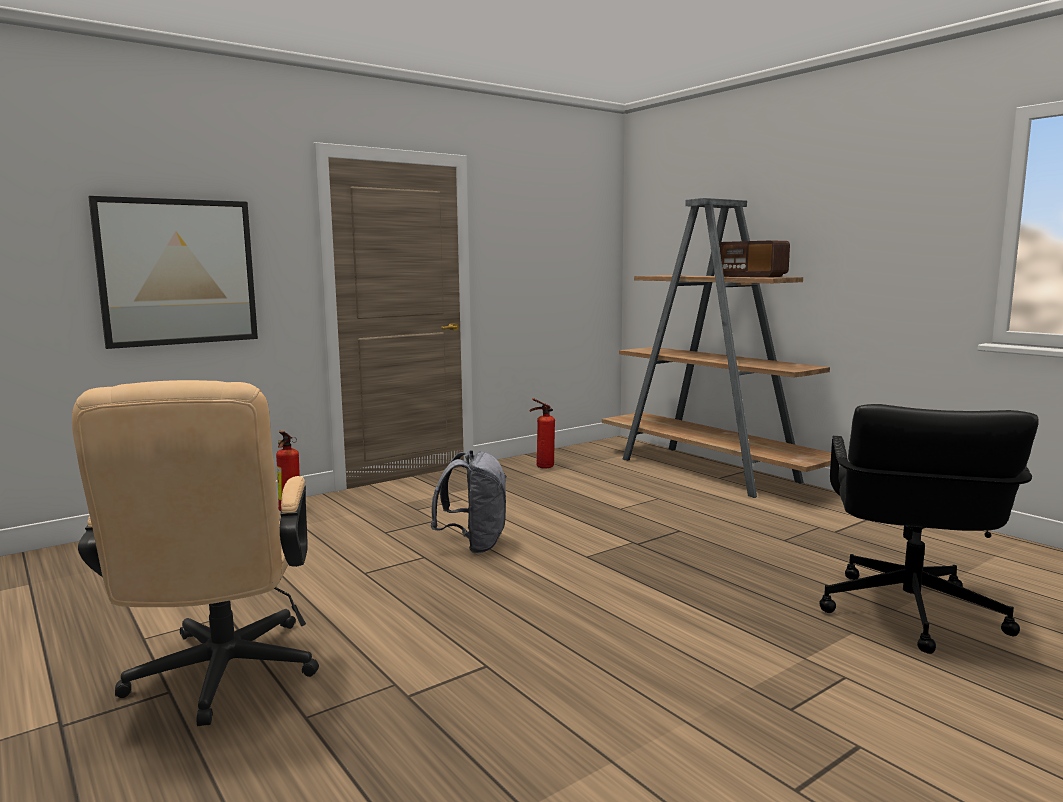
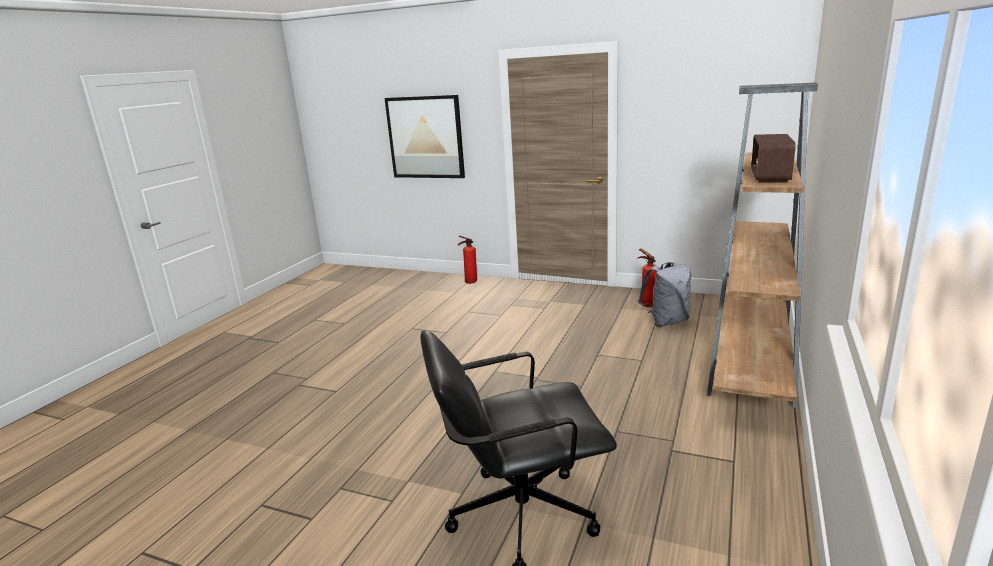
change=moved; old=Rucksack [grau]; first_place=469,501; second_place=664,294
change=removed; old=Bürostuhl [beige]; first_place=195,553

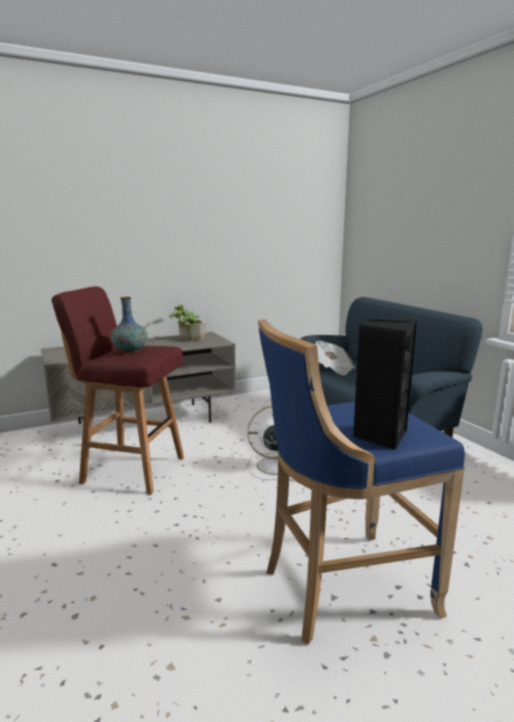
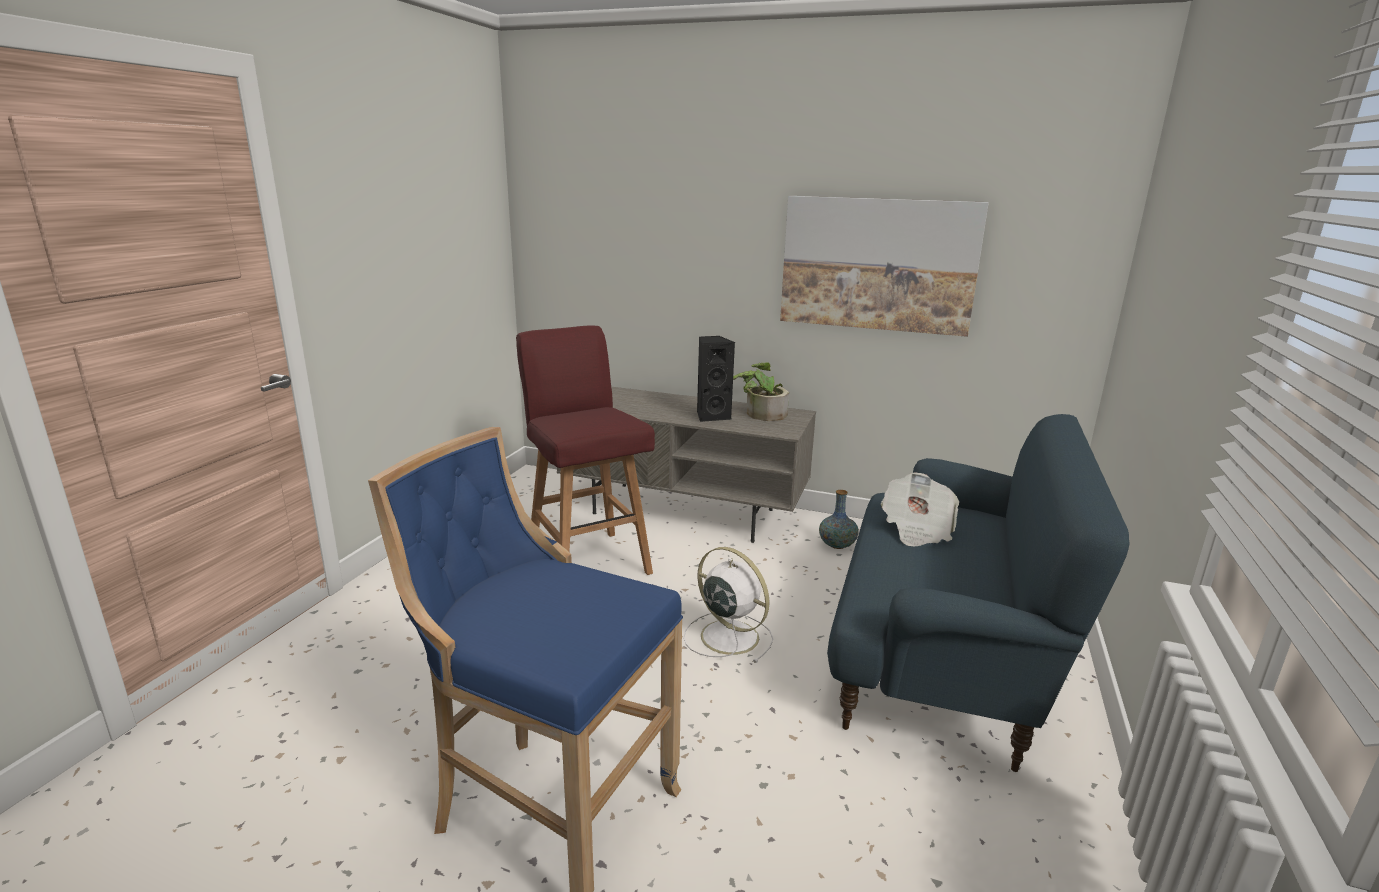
change=moved; old=Lautsprecher [schwarz]; first_place=385,384; second_place=716,379
change=added; new=Bild; second_place=884,266
change=moved; old=Vase; first_place=129,325; second_place=839,519

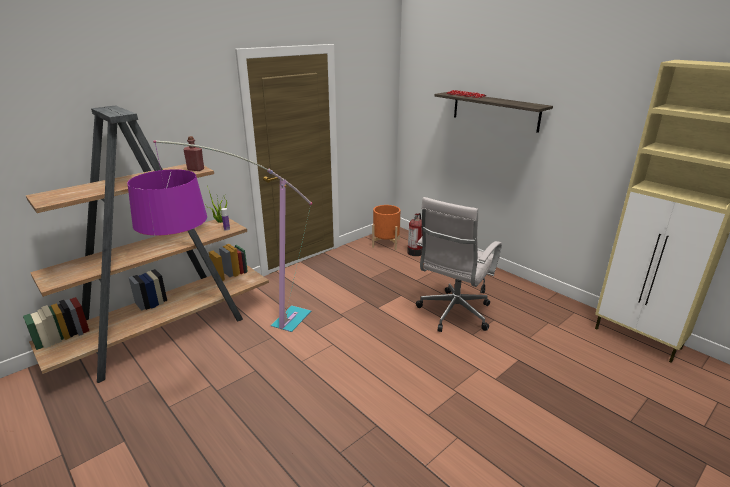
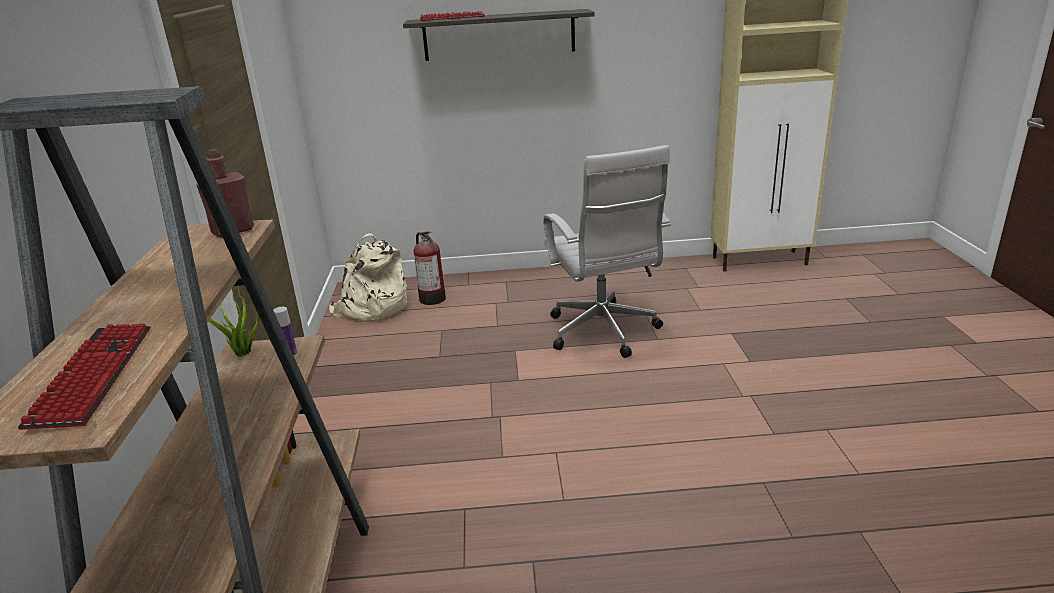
change=added; new=Tastatur; second_place=84,376
change=replaced; old=Pflanzkübel [orange]; new=Rucksack [beige]; first_place=386,227; second_place=368,277
change=removed; old=Stehlampe; first_place=219,236

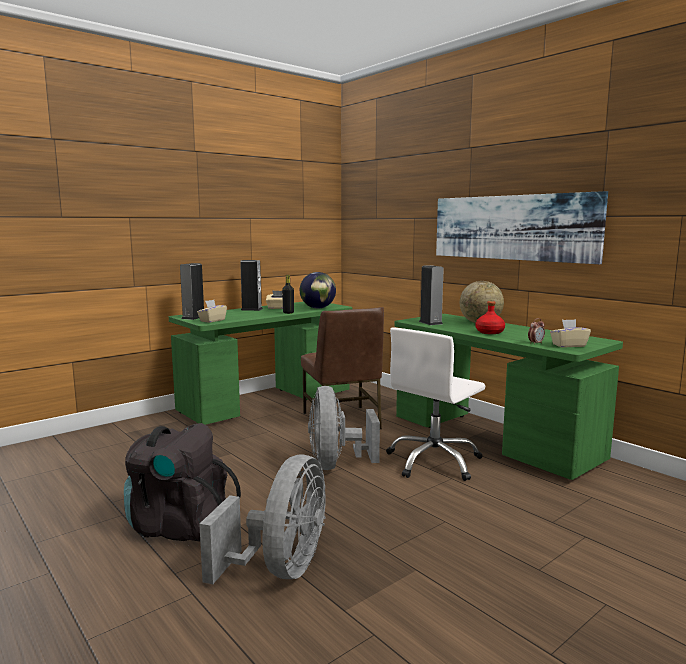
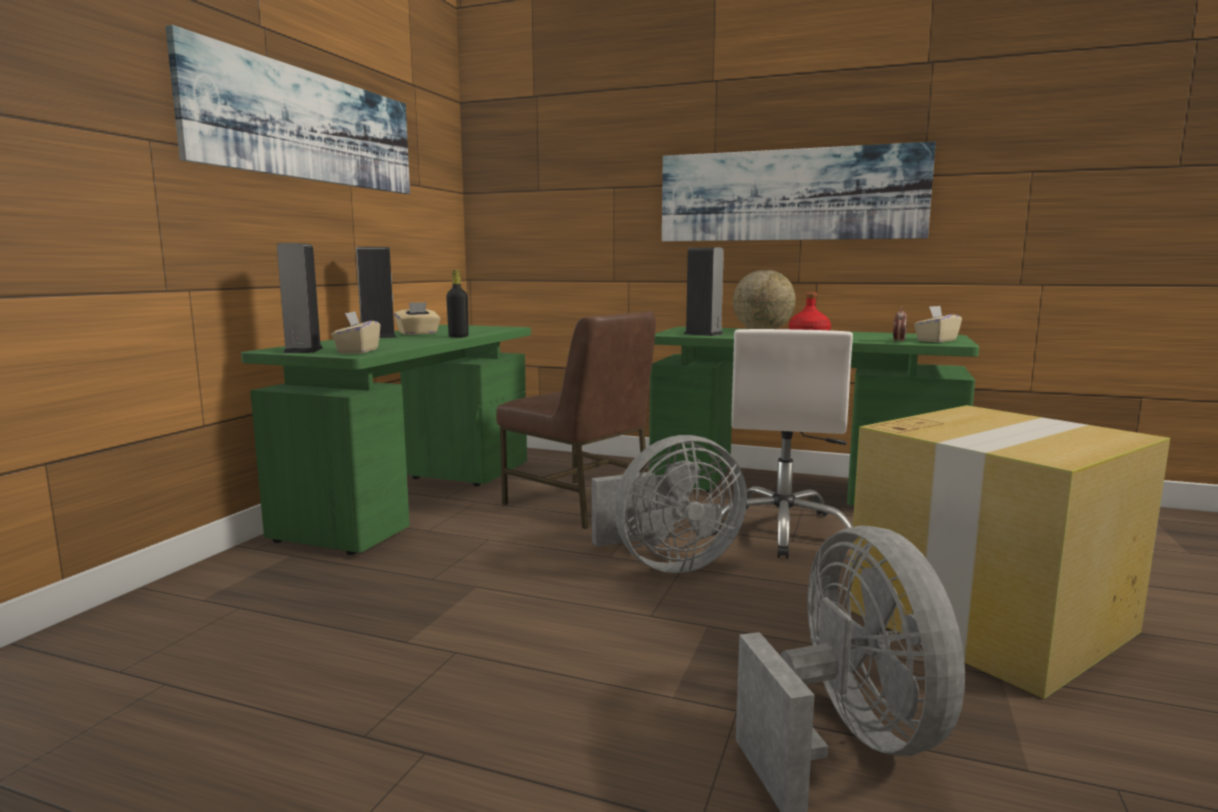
change=added; new=Bild; second_place=288,109
change=turned; old=Ventilator [grau]; first_place=344,428; second_place=669,504; degrees=-75
change=added; new=Karton; second_place=1010,552
change=removed; old=Rucksack [schwarz]; first_place=182,482
change=removed; old=Globus; first_place=318,290

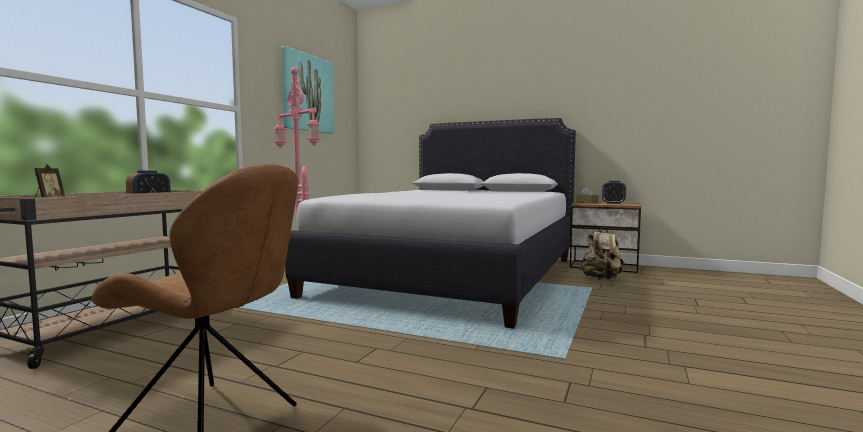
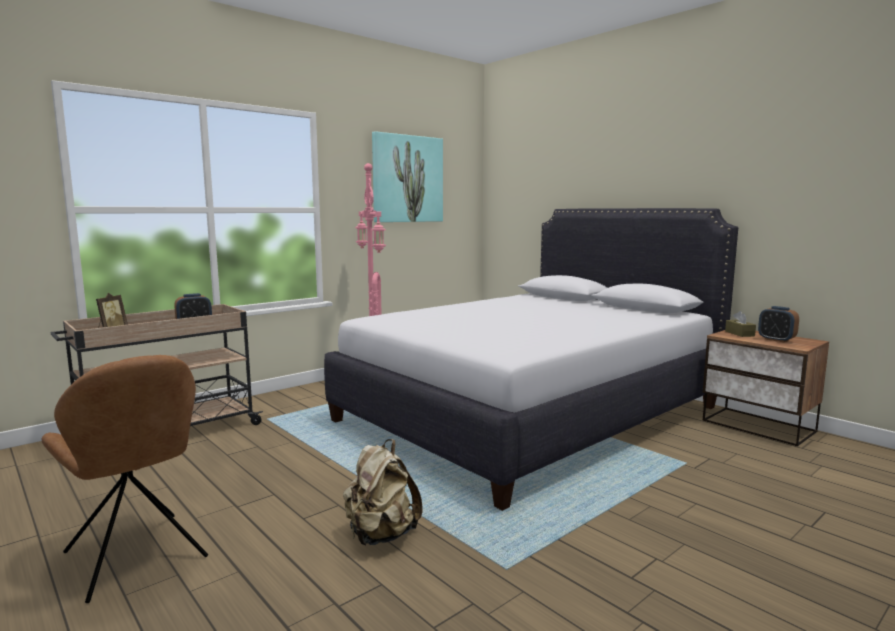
change=moved; old=Rucksack [beige]; first_place=601,252; second_place=382,492

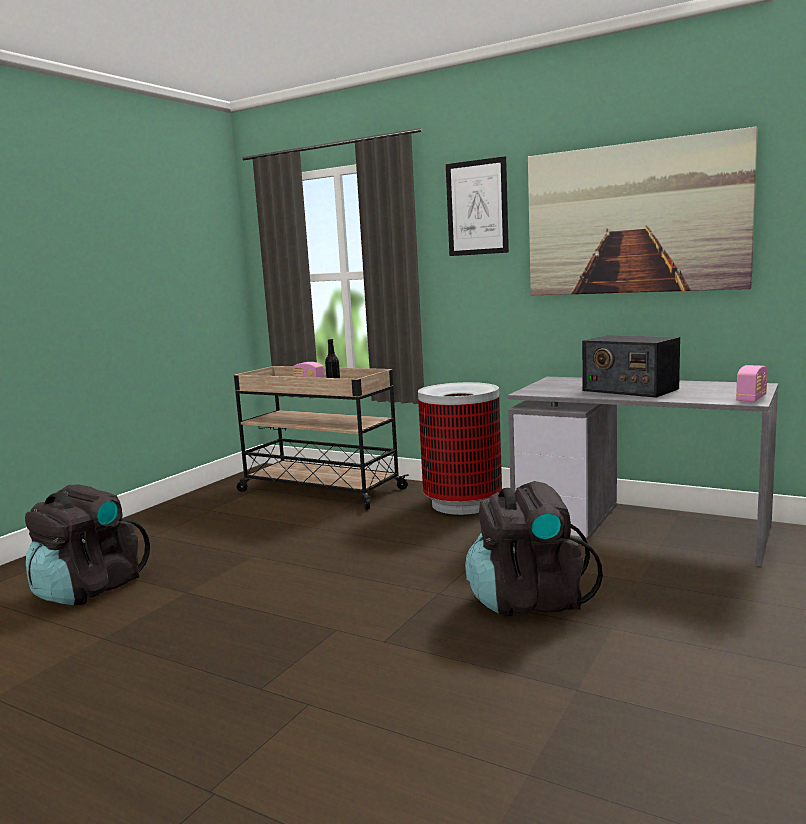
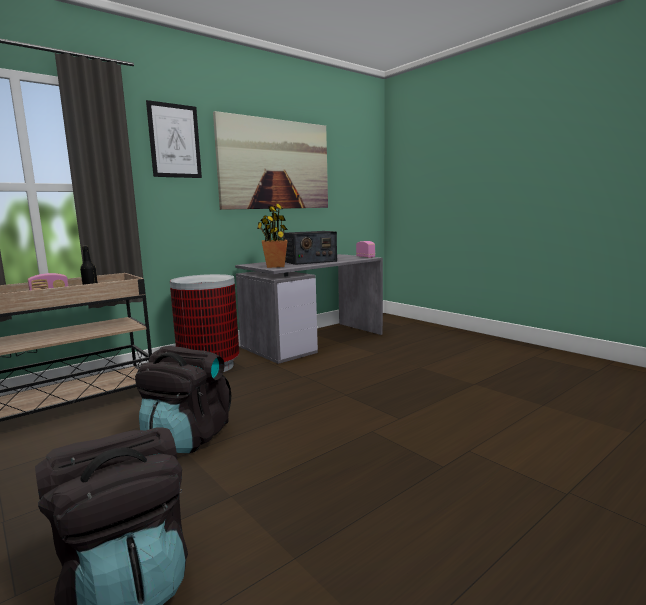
change=moved; old=Rucksack [schwarz]; first_place=534,548; second_place=183,399
change=added; new=Topfpflanze; second_place=272,236

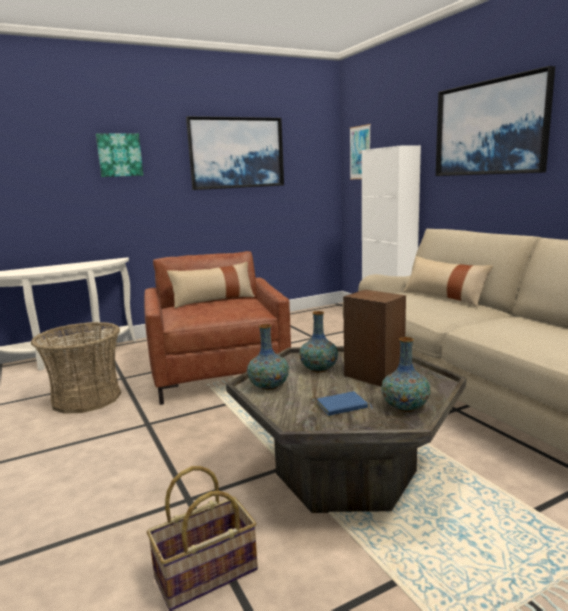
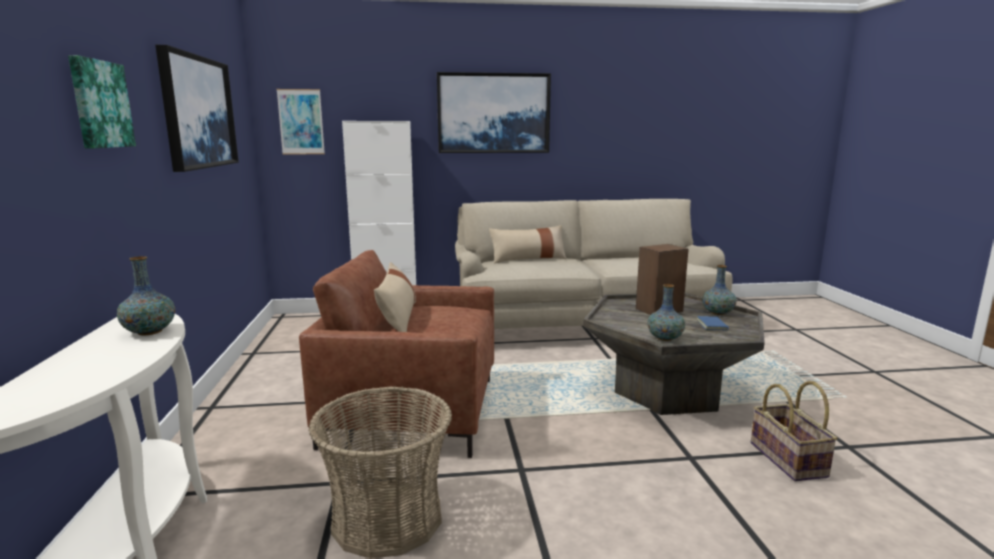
change=moved; old=Vase; first_place=318,341; second_place=146,296

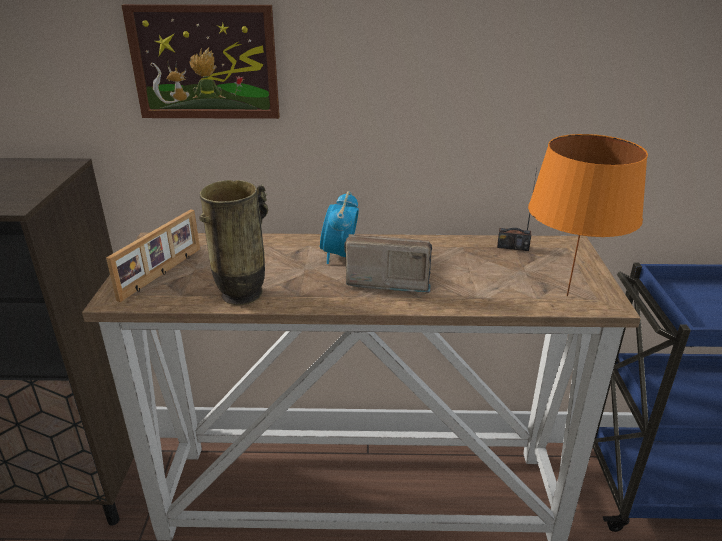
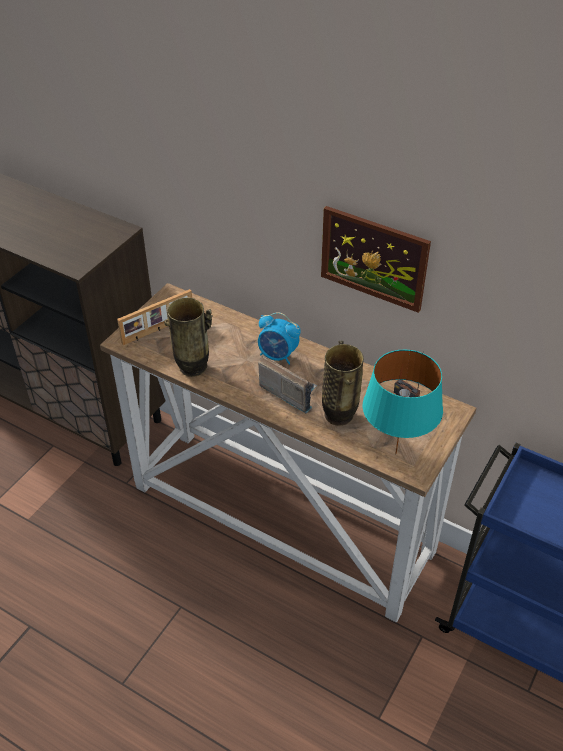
change=turned; old=Wecker; first_place=339,227; second_place=279,338; degrees=-105
change=moved; old=Bild; first_place=201,61; second_place=376,259
change=added; new=Vase; second_place=343,383
change=recoloured; old=Tischlampe [orange]; new=Tischlampe [türkis]; first_place=588,215; second_place=403,402

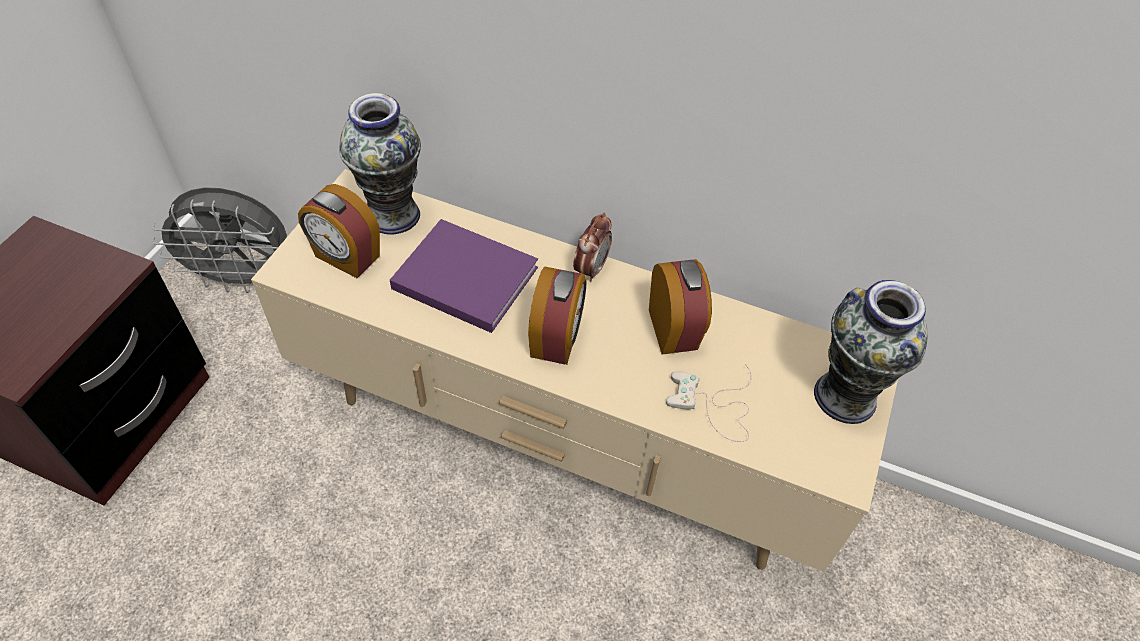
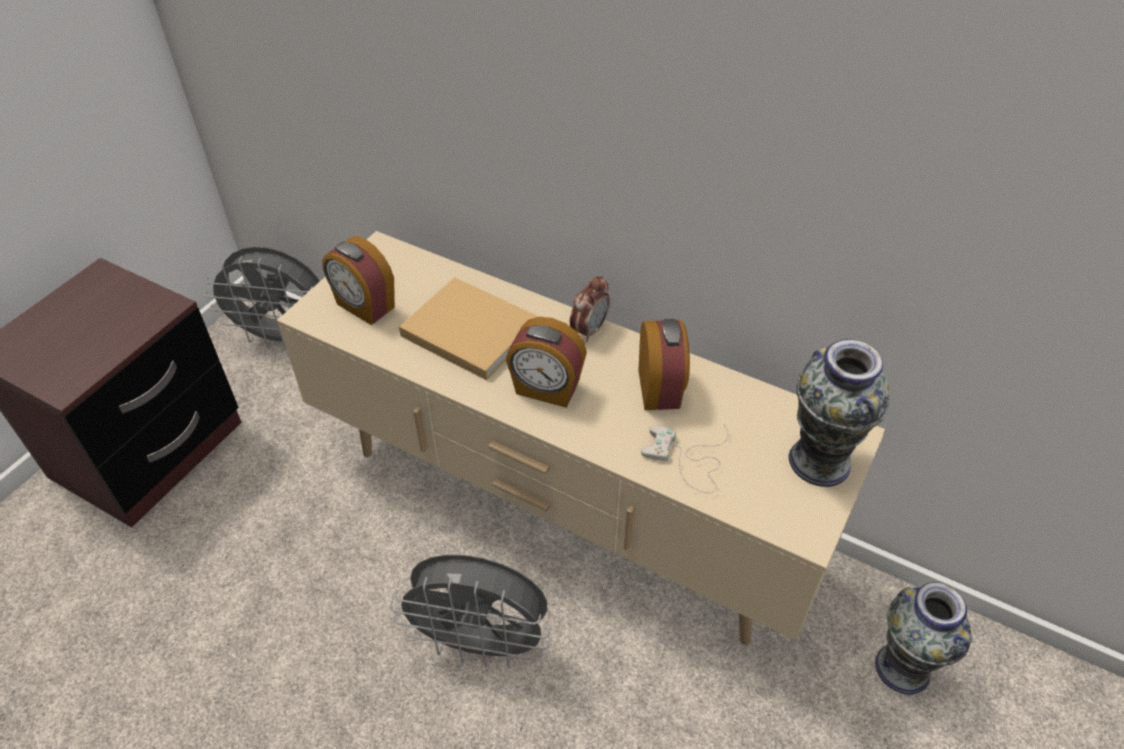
change=added; new=Ventilator [grau]; second_place=470,611
change=recoloured; old=Buch [lila]; new=Buch [beige]; first_place=464,276; second_place=469,328
change=turned; old=Wecker; first_place=557,316; second_place=546,362; degrees=90
change=moved; old=Vase; first_place=380,164; second_place=923,638

